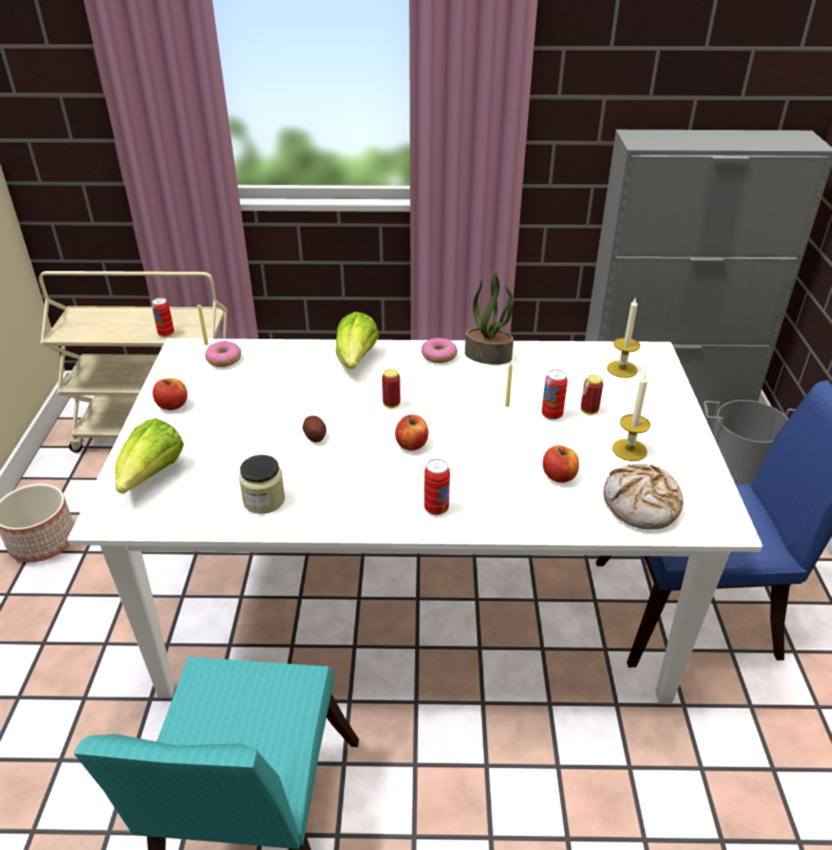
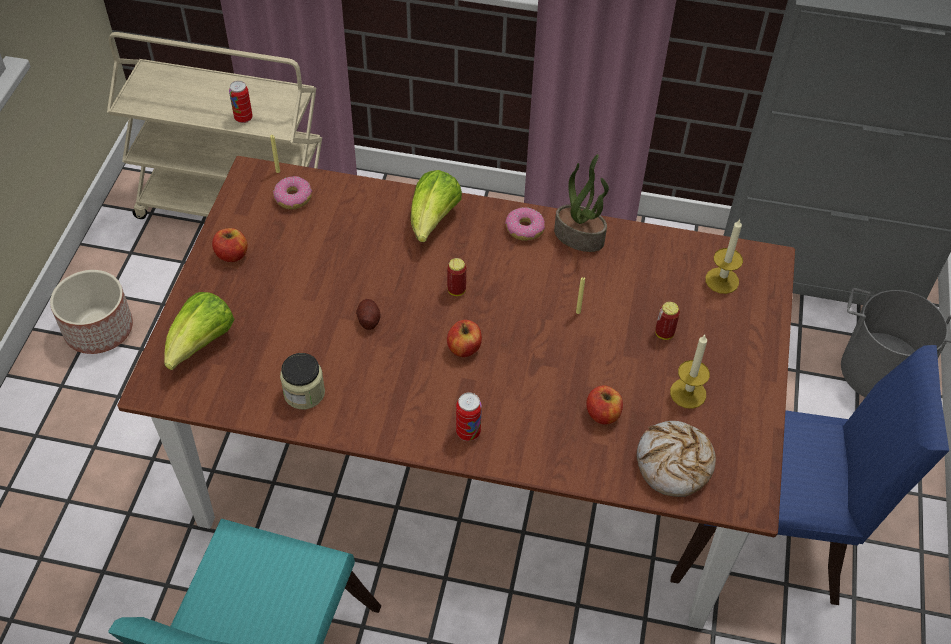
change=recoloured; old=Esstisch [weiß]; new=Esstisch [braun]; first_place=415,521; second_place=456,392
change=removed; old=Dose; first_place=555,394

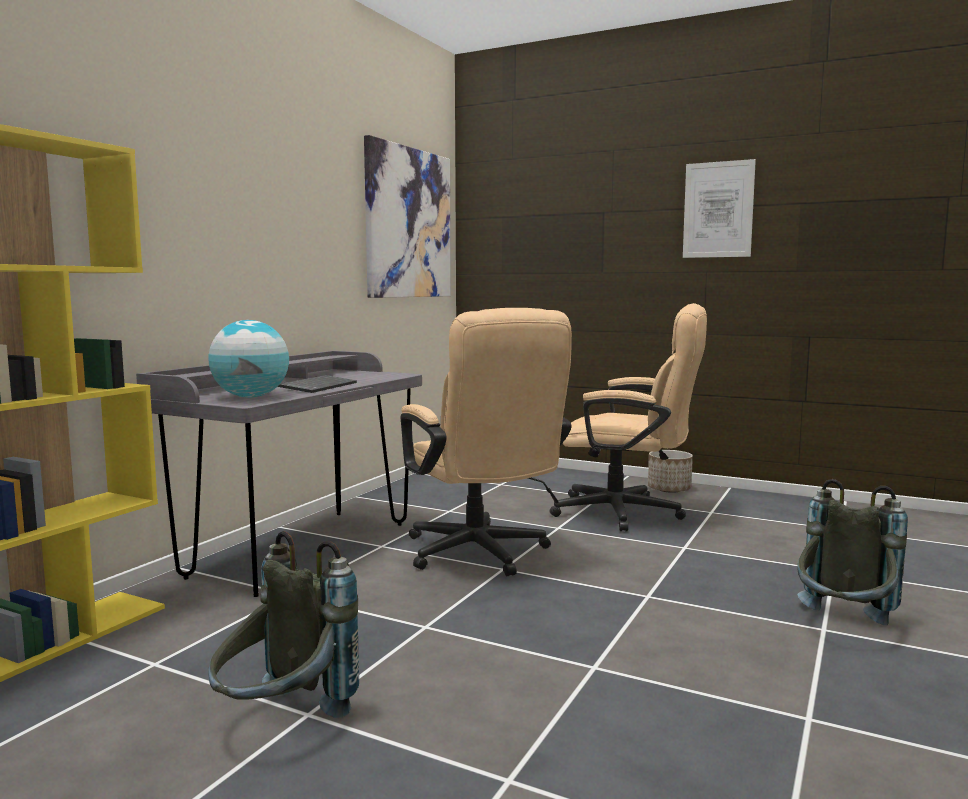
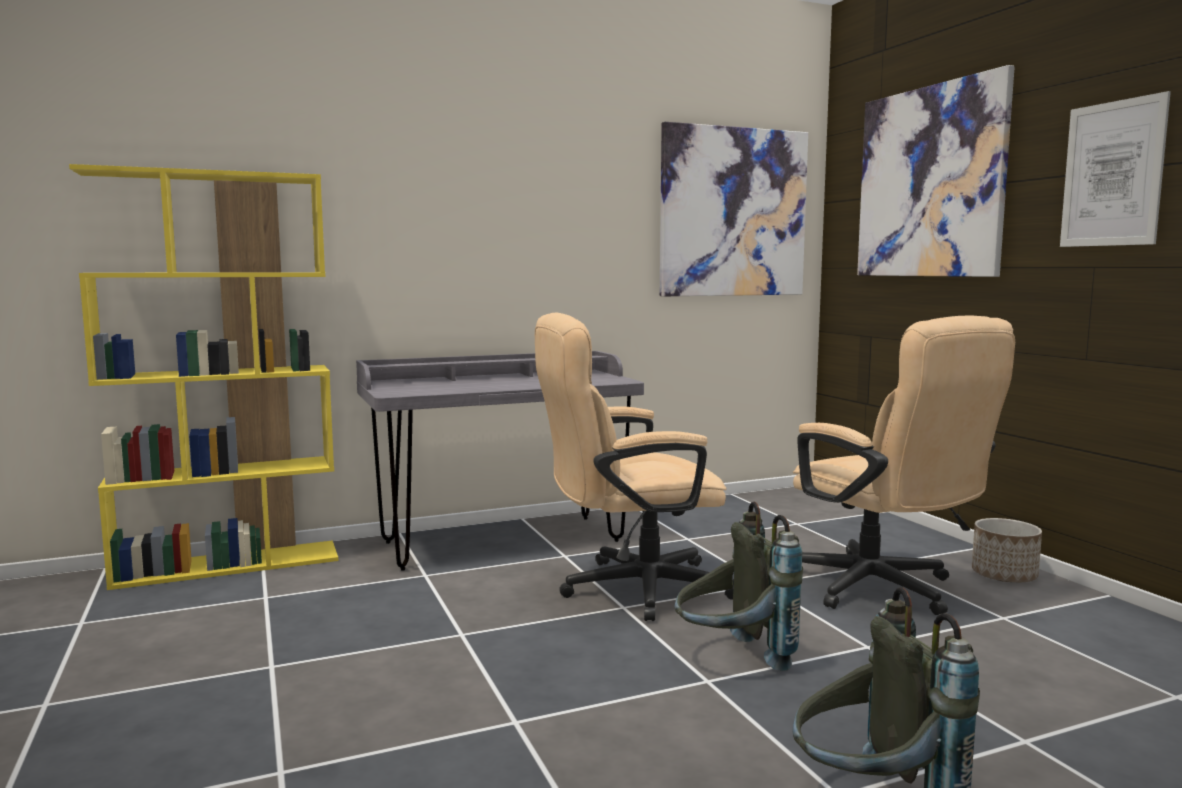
change=turned; old=Bürostuhl [beige]; first_place=486,442; second_place=634,467; degrees=60
change=moved; old=Rucksack [grau]; first_place=283,624; second_place=738,586
change=added; new=Bild; second_place=936,171
change=removed; old=Globus; first_place=248,359
change=removed; old=Tastatur; first_place=317,384

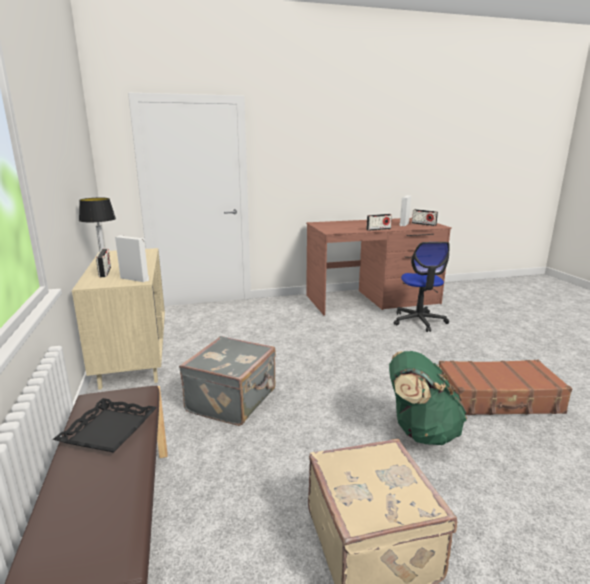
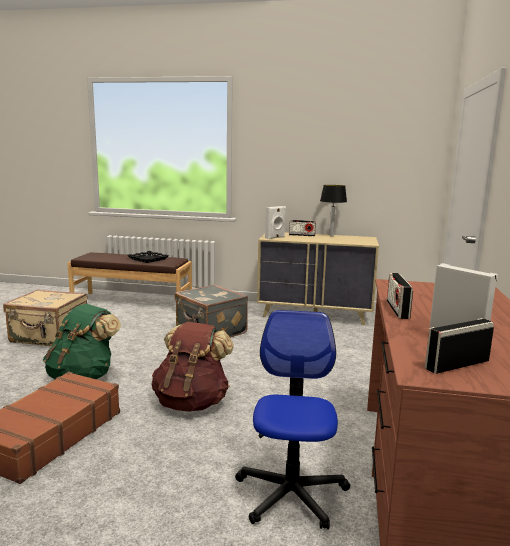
change=added; new=Rucksack [braun]; second_place=193,367
change=turned; old=Bürostuhl; first_place=421,287; second_place=292,420; degrees=75

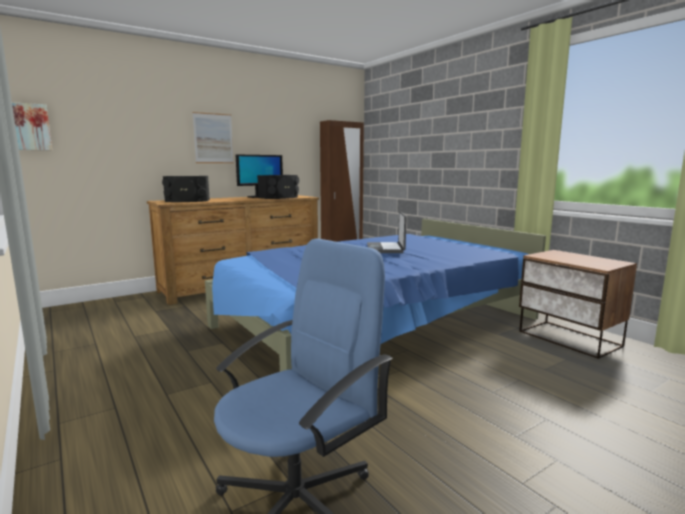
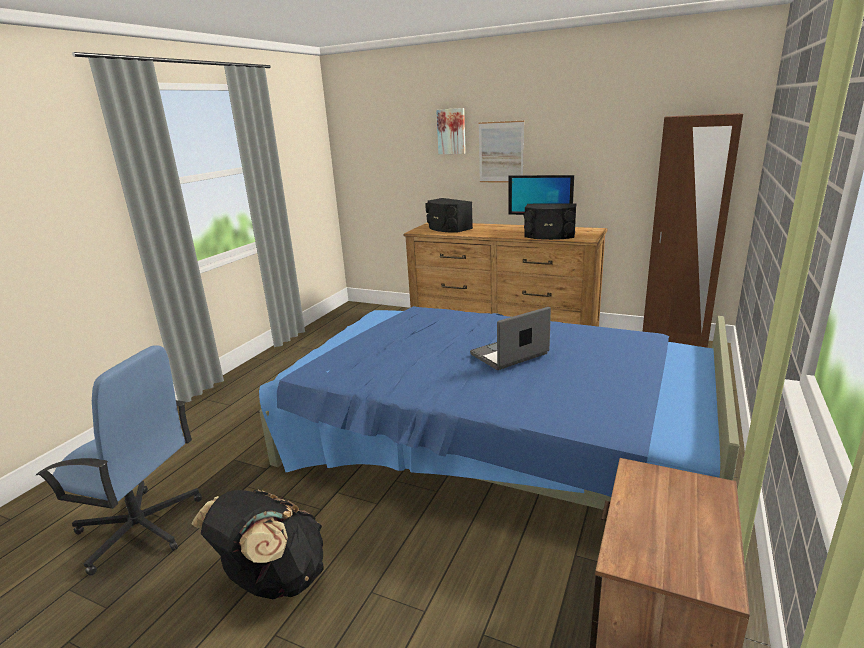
change=added; new=Rucksack [schwarz]; second_place=257,544
change=moved; old=Bild; first_place=32,126; second_place=451,131

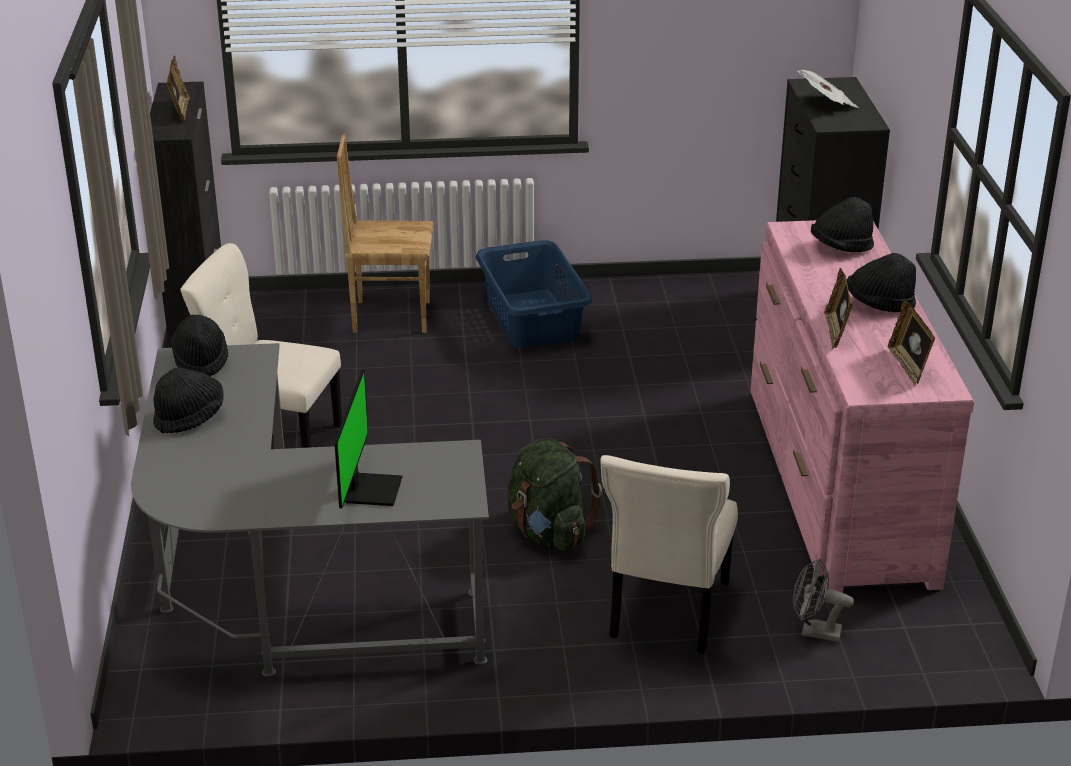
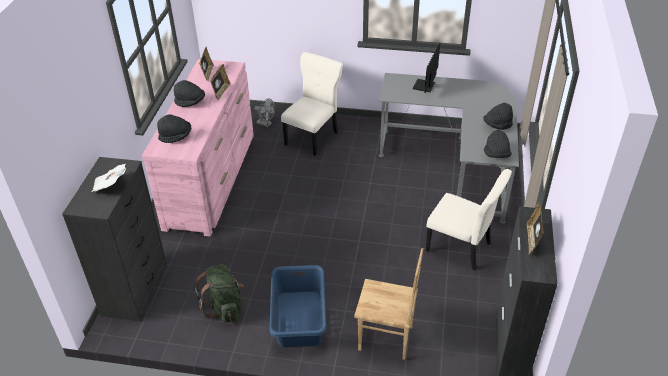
change=moved; old=Rucksack [grün]; first_place=555,494; second_place=219,293

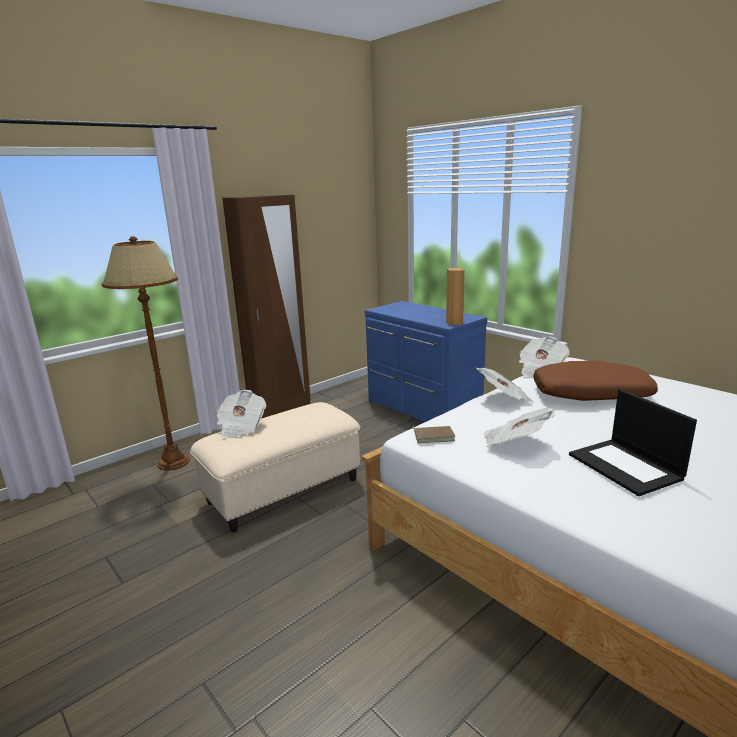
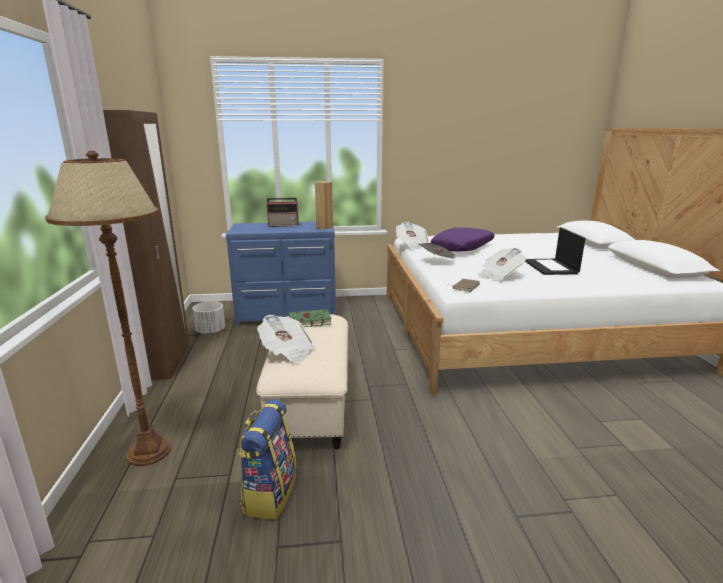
change=added; new=Pflanzkübel [weiß]; second_place=209,317
change=added; new=Rucksack; second_place=267,459
change=added; new=Radio; second_place=283,212
change=added; new=Buch [grün]; second_place=310,318
change=recoloured; old=Kissen [braun]; new=Kissen [lila]; first_place=595,381; second_place=462,239
change=turned; old=Laptop; first_place=633,442; second_place=555,251; degrees=75

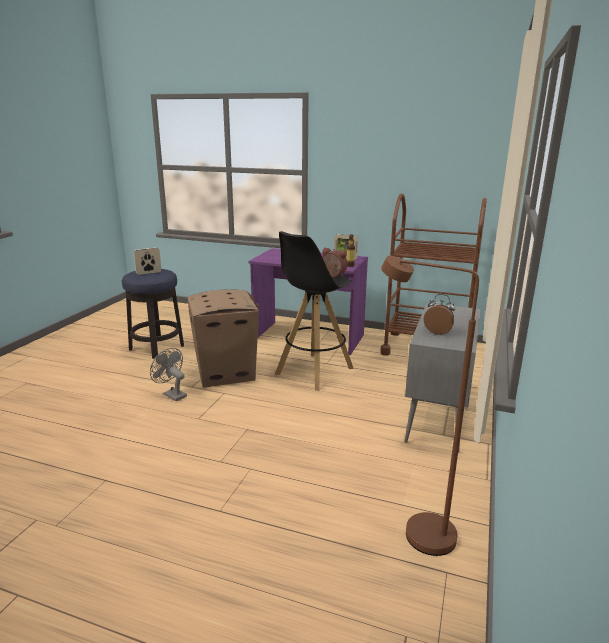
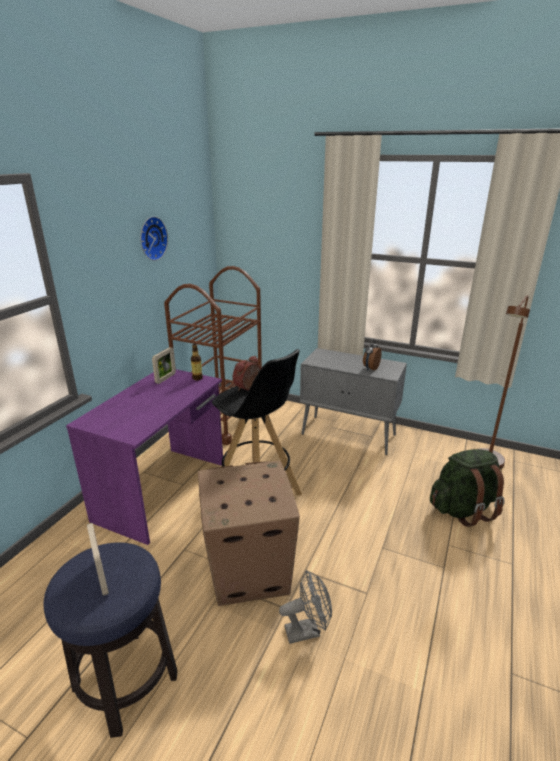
change=added; new=Wanduhr; second_place=154,238
change=turned; old=Ventilator [grau]; first_place=168,374; second_place=305,607; degrees=-150
change=added; new=Rucksack [grün]; second_place=467,488

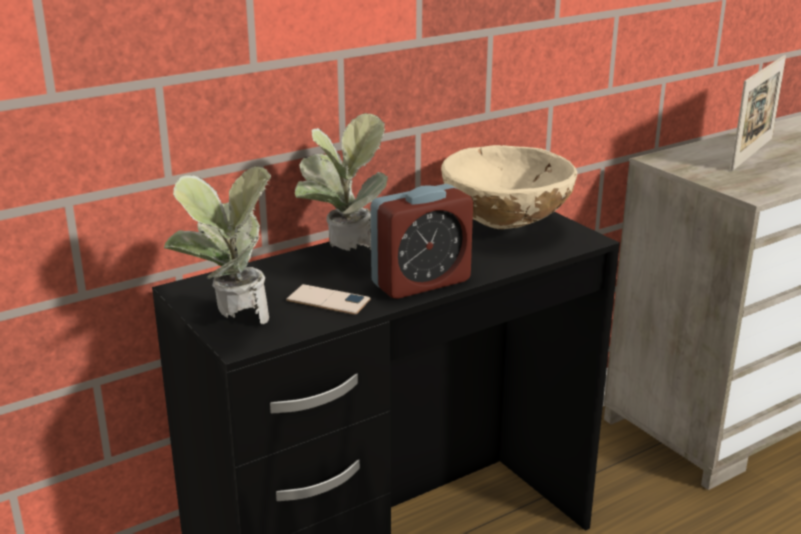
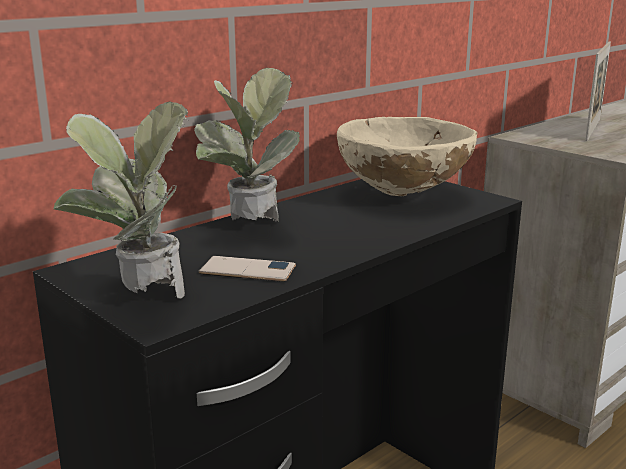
change=removed; old=Wecker; first_place=422,241

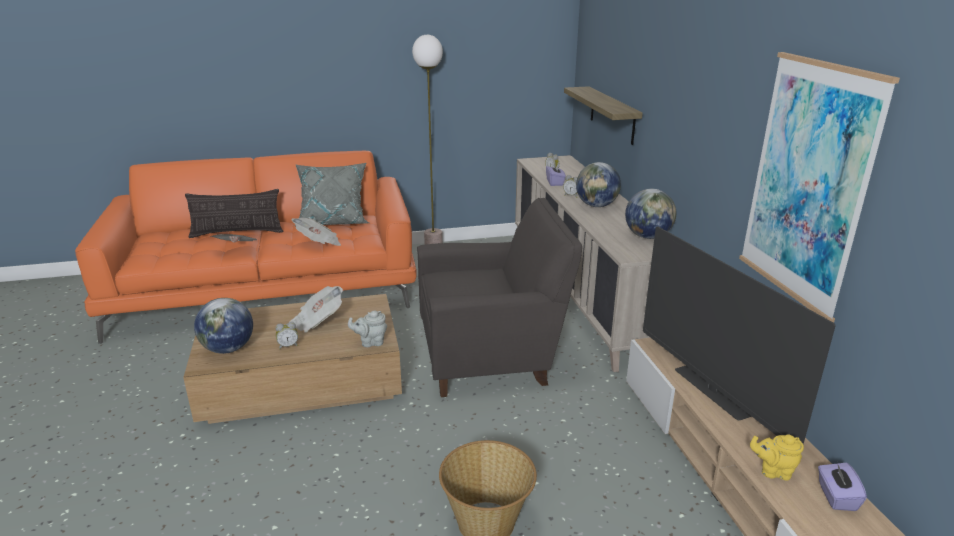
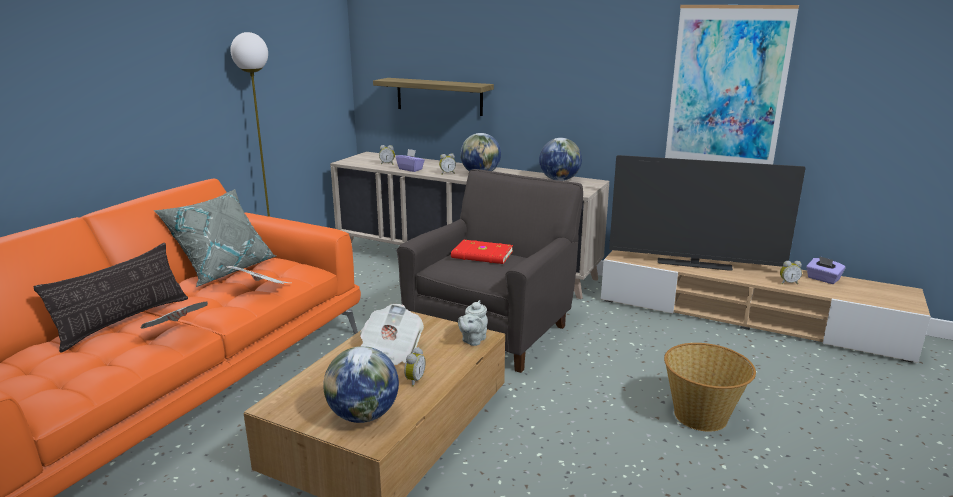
change=added; new=Buch [rot]; second_place=482,252
change=replaced; old=Teekanne [gelb]; new=Wecker; first_place=777,457; second_place=791,272

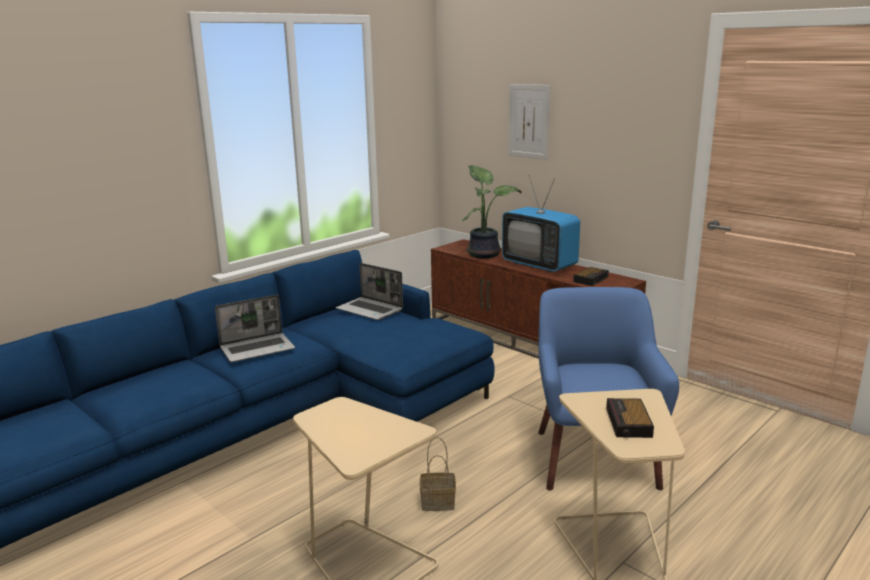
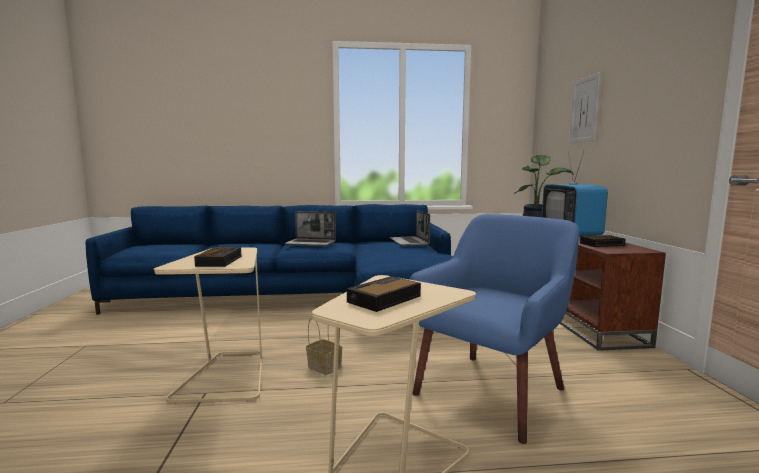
change=added; new=Wecker; second_place=218,257

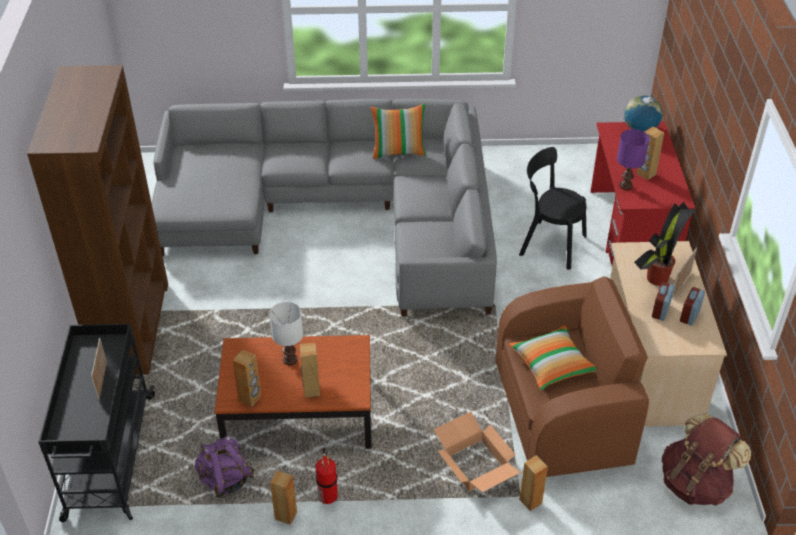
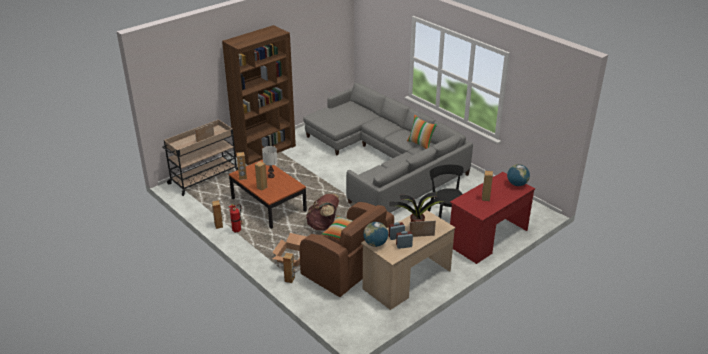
change=recoloured; old=Rollwagen [schwarz]; new=Rollwagen [beige]; first_place=96,423; second_place=200,157
change=moved; old=Rucksack [braun]; first_place=706,459; second_place=322,212
change=added; new=Globus; second_place=375,234
change=removed; old=Rucksack [lila]; first_place=224,466
change=removed; old=Tischlampe [lila]; first_place=633,159

